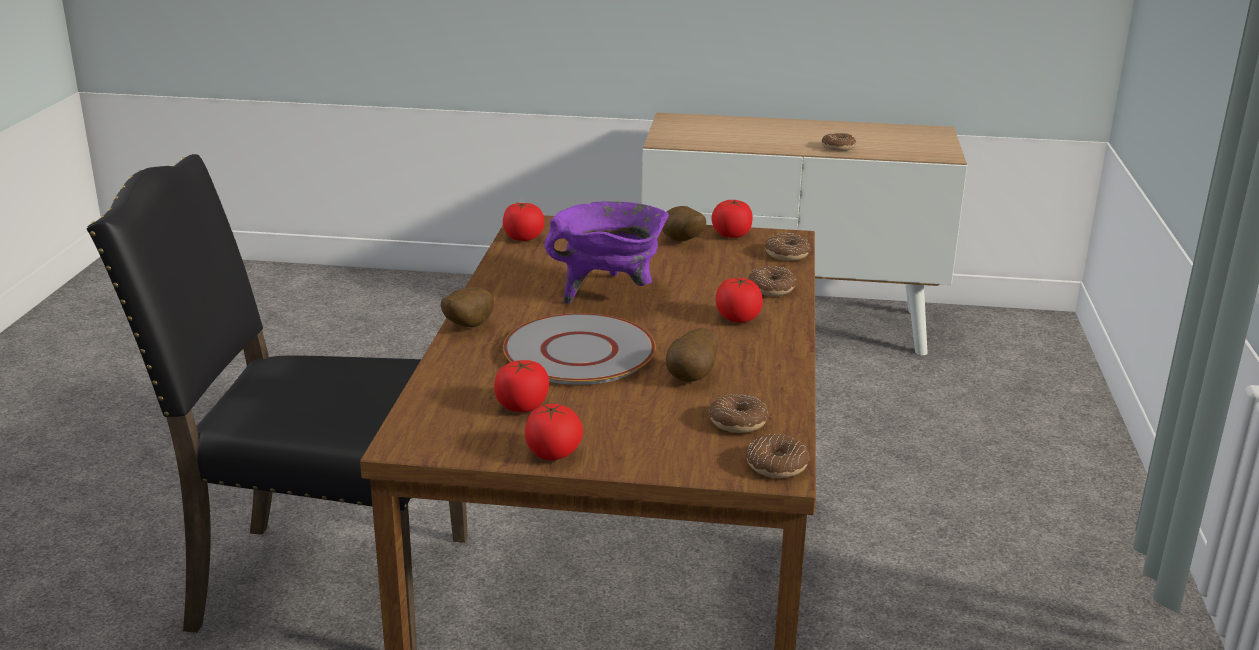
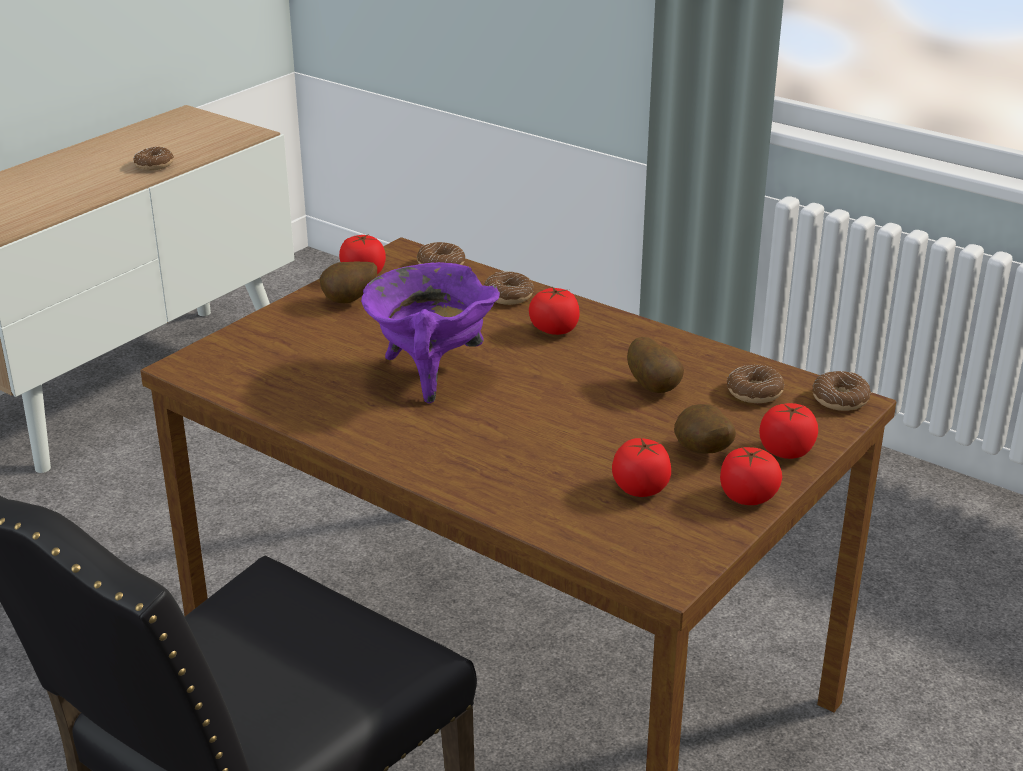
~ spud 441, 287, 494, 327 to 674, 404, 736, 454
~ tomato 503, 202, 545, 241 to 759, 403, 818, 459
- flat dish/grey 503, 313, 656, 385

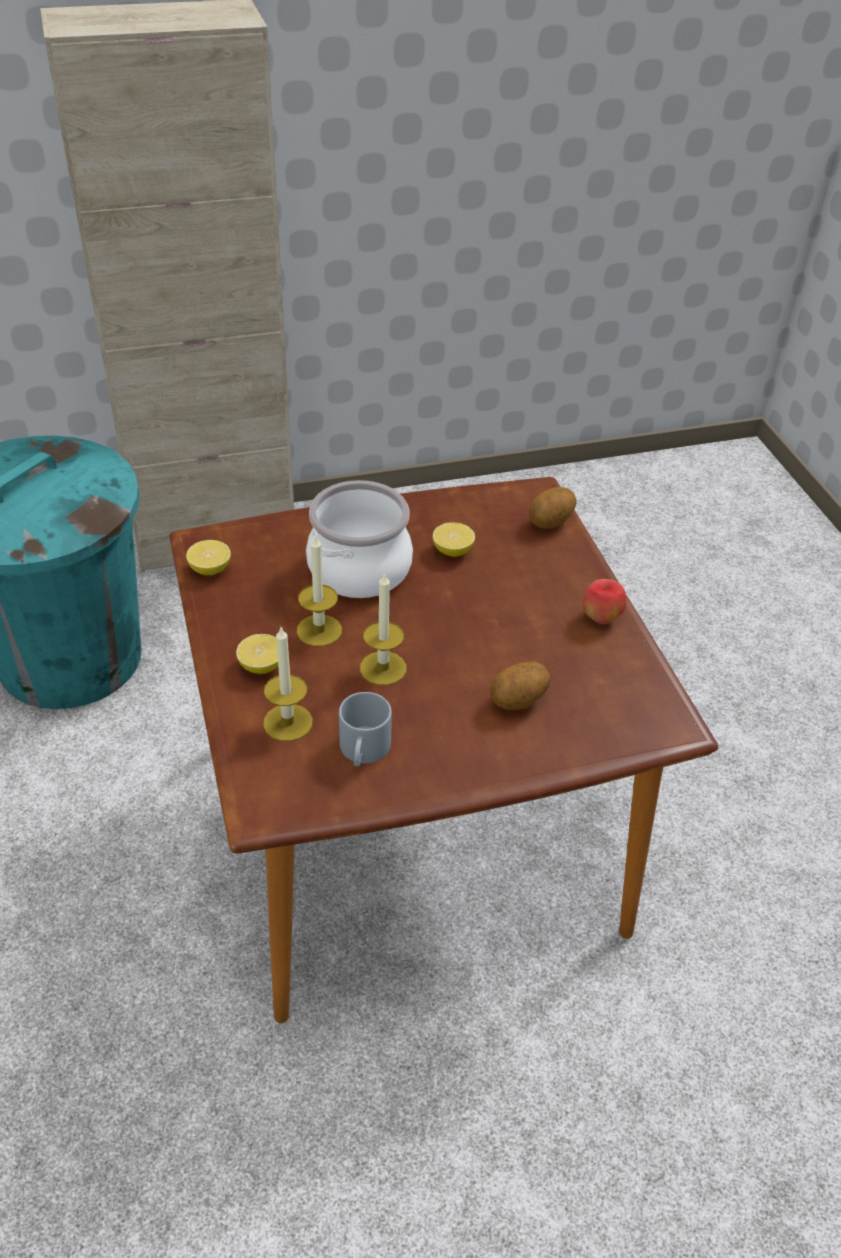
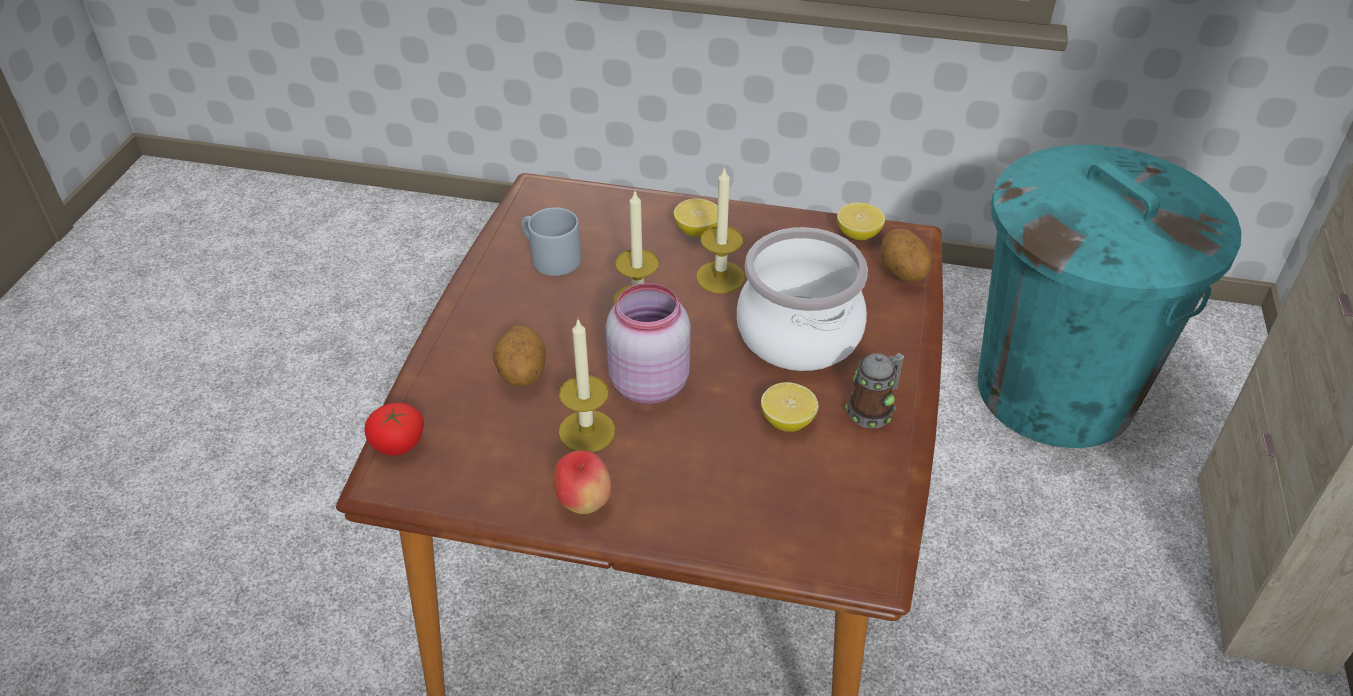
+ tomato 364, 403, 424, 456
~ candle 263, 627, 313, 741 to 559, 318, 615, 452
+ jar/pink-coloured 606, 283, 691, 404
+ tea mug 845, 353, 904, 428
~ spud 529, 486, 577, 529 to 881, 229, 931, 282

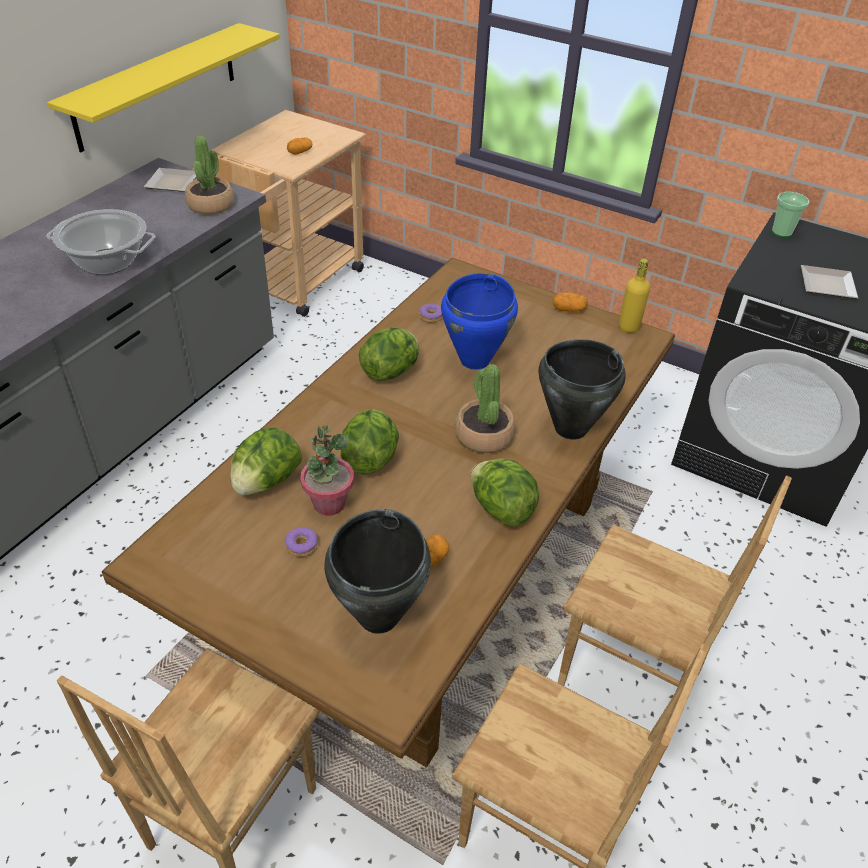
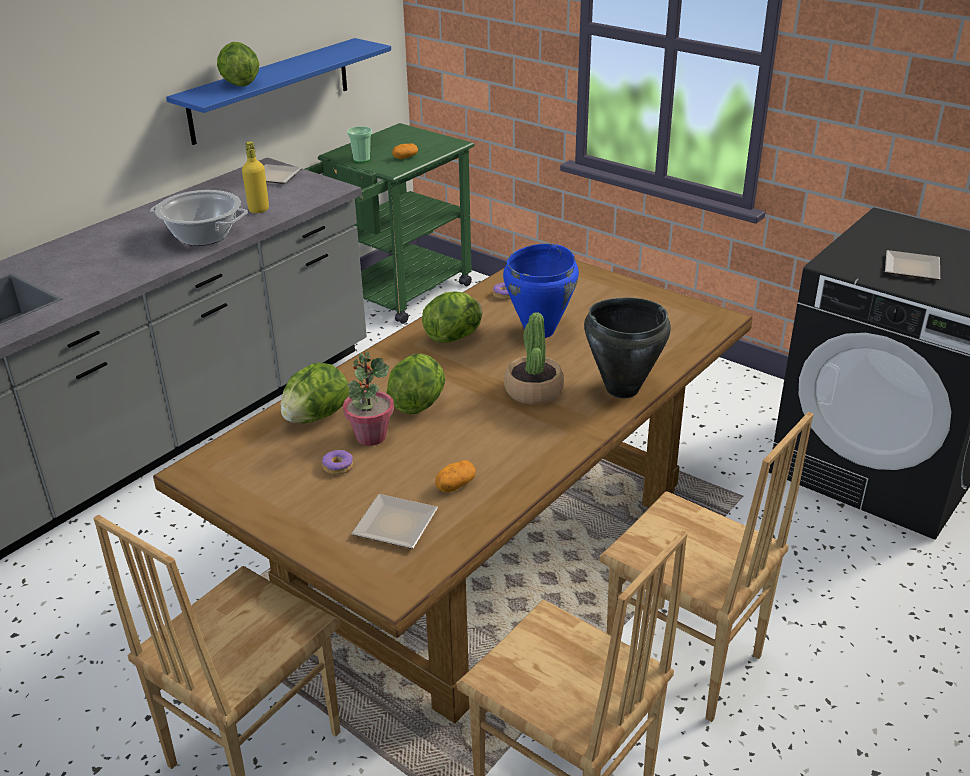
~ bracket shelf/yellow 47, 23, 280, 152 to bracket shelf/blue-coloured 166, 38, 391, 145
~ lettuce head 471, 459, 539, 527 to 217, 42, 259, 87
~ drink bottle/yellow 619, 259, 650, 333 to 242, 141, 269, 213
~ trolley/beige 193, 110, 366, 317 to trolley/green-coloured 305, 123, 474, 324
~ drinking cup 772, 192, 809, 237 to 347, 126, 372, 163
~ saucepot/black-coloured 324, 509, 431, 634 to flat dish 351, 494, 438, 549
- potted plant 185, 136, 234, 215
- spud 553, 292, 588, 312

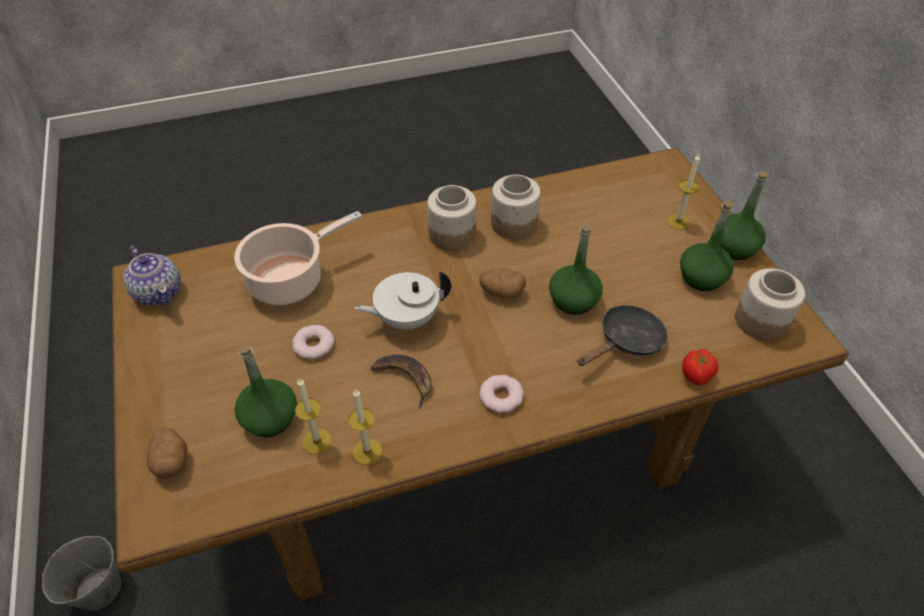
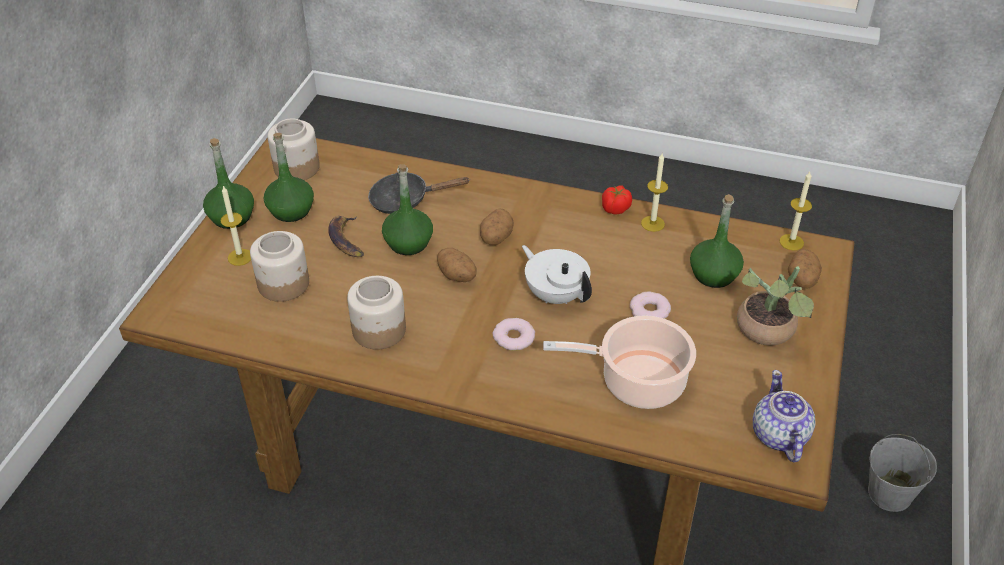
~ jar 427, 185, 476, 251 to 250, 231, 309, 302
~ banana fruit 370, 355, 432, 410 to 328, 216, 364, 257
+ spud 480, 209, 514, 245
~ doughnut 479, 375, 524, 413 to 493, 318, 535, 351
~ pot for tea/whitish 355, 271, 451, 330 = 522, 245, 592, 304 150 degrees counterclockwise
~ tomato 682, 349, 719, 385 to 602, 185, 632, 214
+ potted plant 737, 266, 814, 346
~ candle 295, 378, 332, 454 to 780, 172, 812, 251

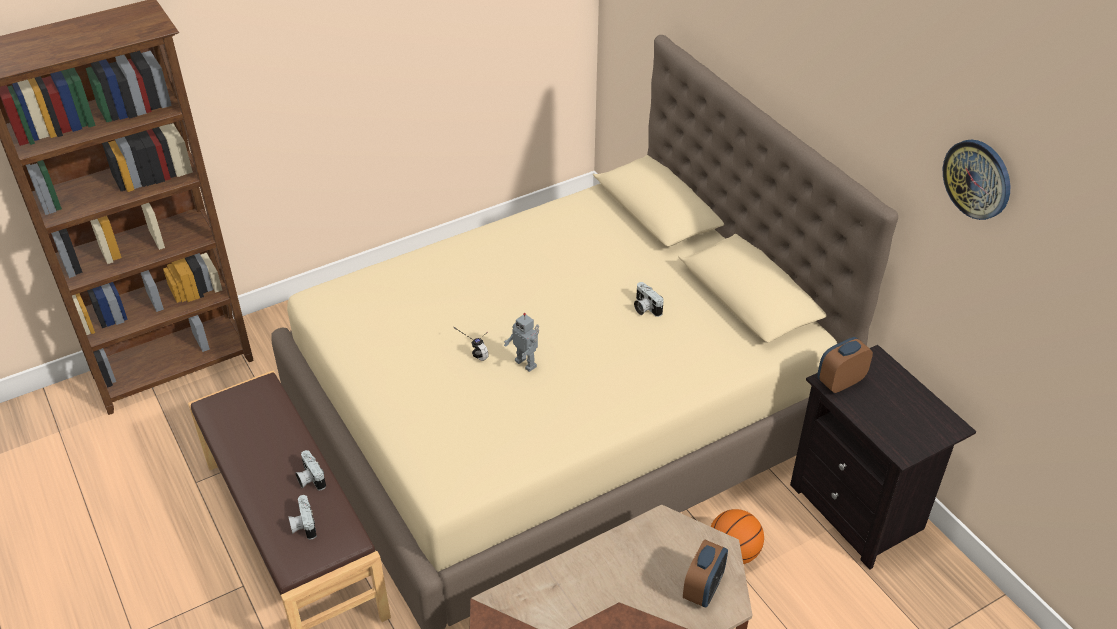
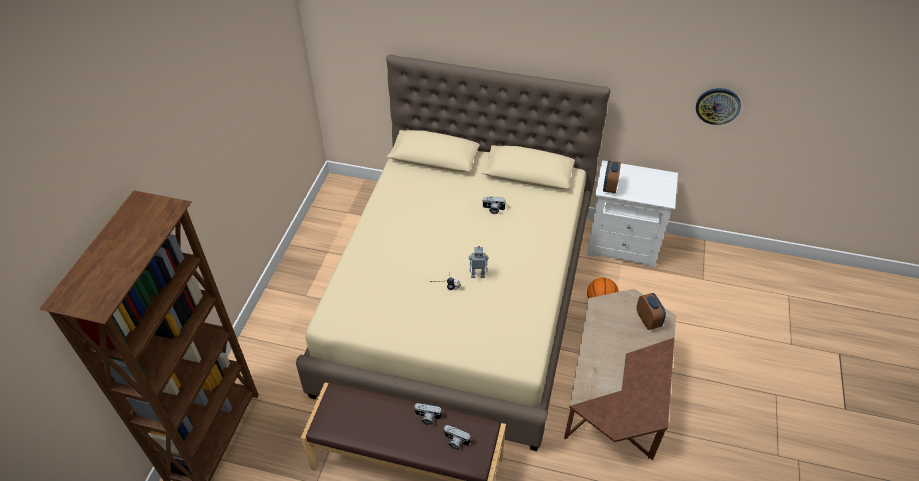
~ night table/black-coloured 790, 345, 977, 570 to night table/whitish 587, 160, 678, 268
~ clock on the wall 943, 139, 1010, 220 to 696, 88, 741, 125

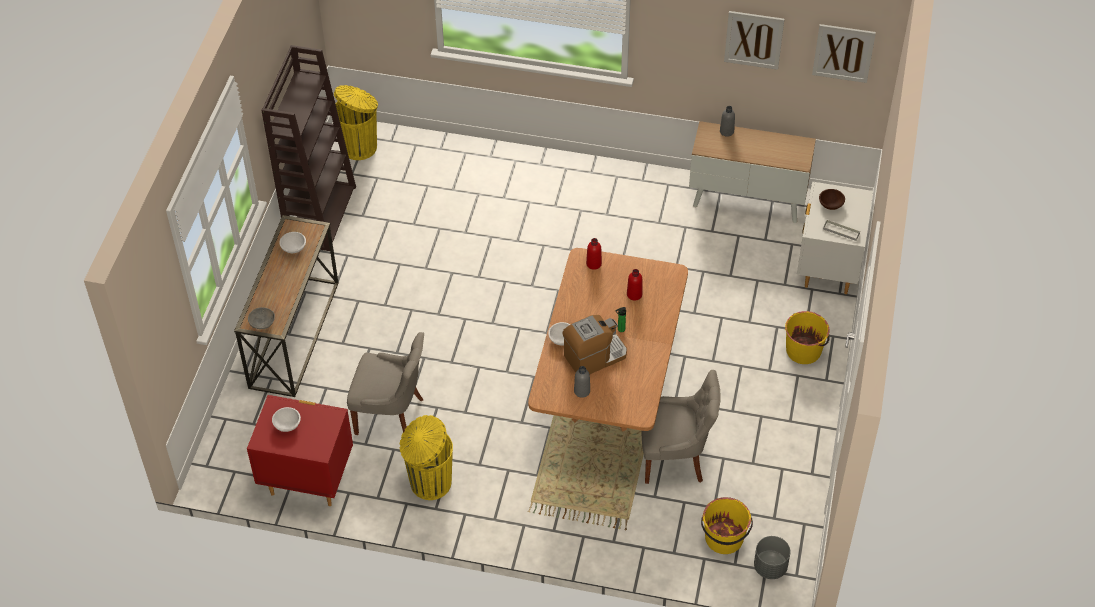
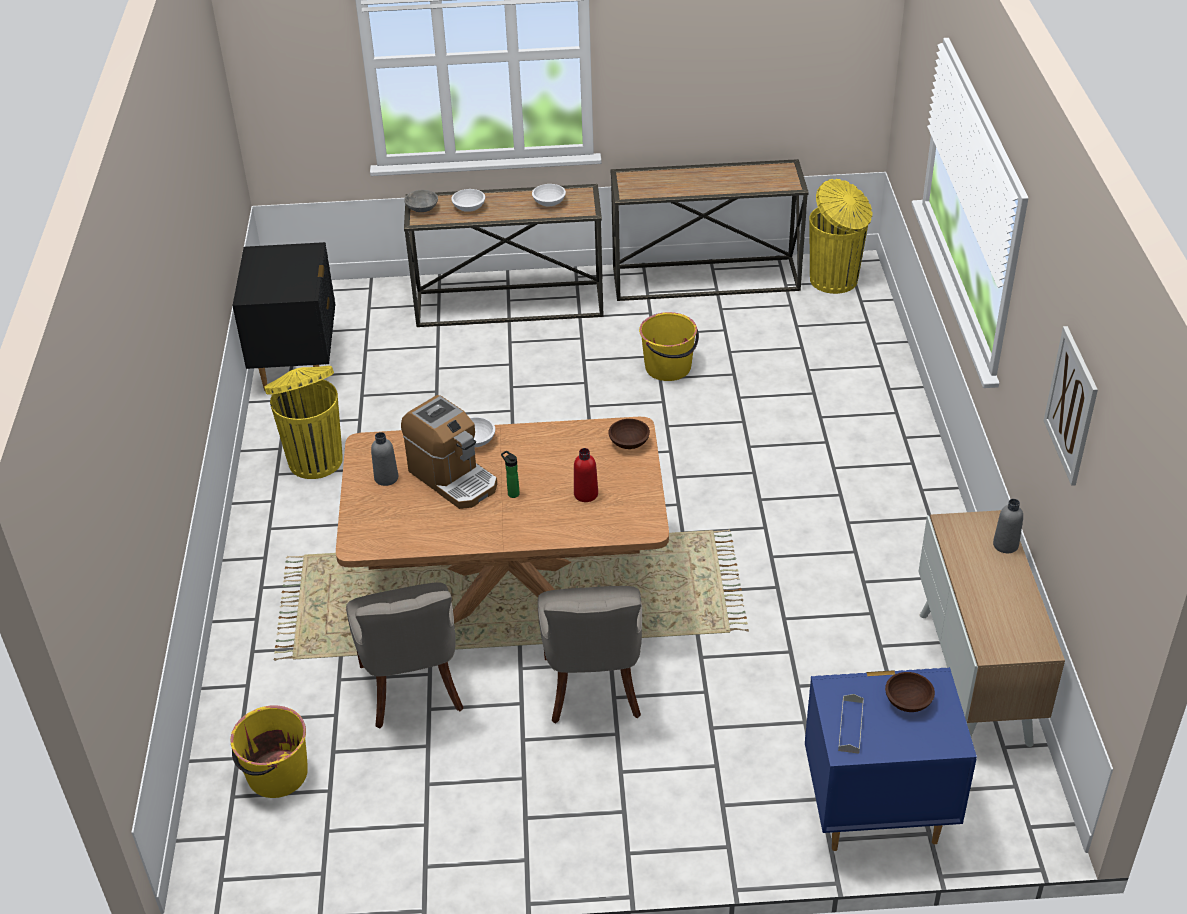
~ night table/red 247, 395, 353, 506 to night table/black-coloured 232, 242, 335, 391
~ deep dish/whitish 272, 407, 301, 432 to 451, 189, 485, 212
~ chair/grey 347, 332, 424, 435 to 538, 586, 642, 723
~ drink bottle/red 586, 238, 602, 270 to deep dish/brown-coloured 608, 419, 650, 449
~ bookcase/brown-coloured 261, 45, 356, 251 to hall table 610, 159, 809, 301
~ bucket/yellow 785, 311, 830, 364 to 639, 312, 699, 381
~ night table/whitish 797, 182, 873, 294 to night table/blue-coloured 805, 667, 977, 851
- plant pot/grey 754, 536, 791, 579
- picture 812, 24, 876, 83

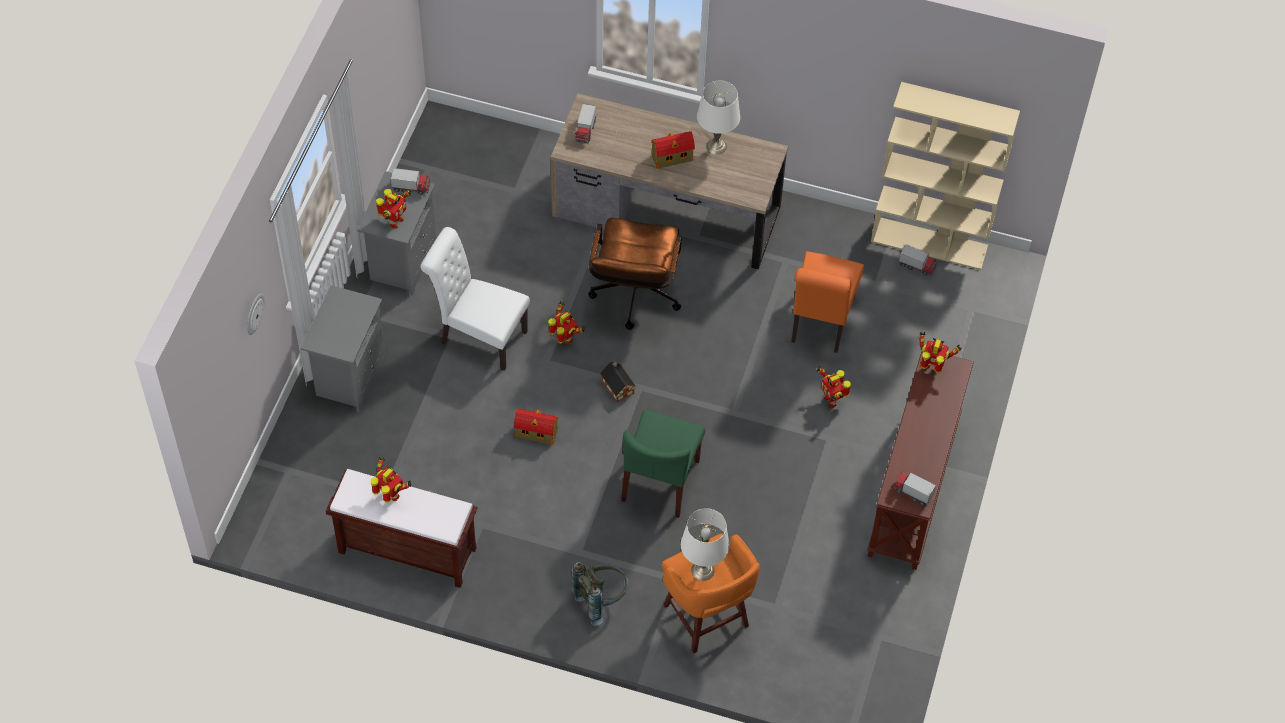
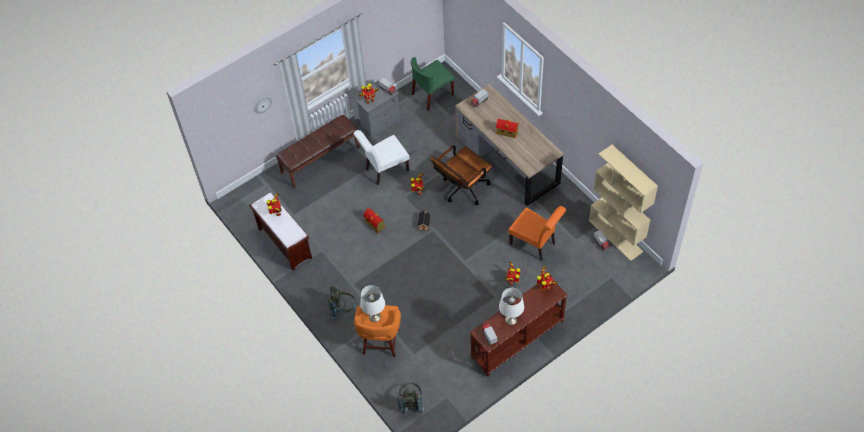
~ night table/grey 301, 285, 386, 413 to bench/brown-coloured 276, 115, 360, 188
~ chair/whitish 420, 227, 530, 371 = 354, 130, 410, 186 90 degrees counterclockwise
+ knapsack/grey 397, 382, 424, 413
~ chair/green-coloured 621, 410, 705, 518 to 411, 57, 455, 111
~ lamp for a table/whitish 697, 81, 740, 155 to 499, 288, 524, 325
~ chair/orange-coloured 791, 251, 864, 353 = 508, 206, 566, 261 105 degrees counterclockwise

